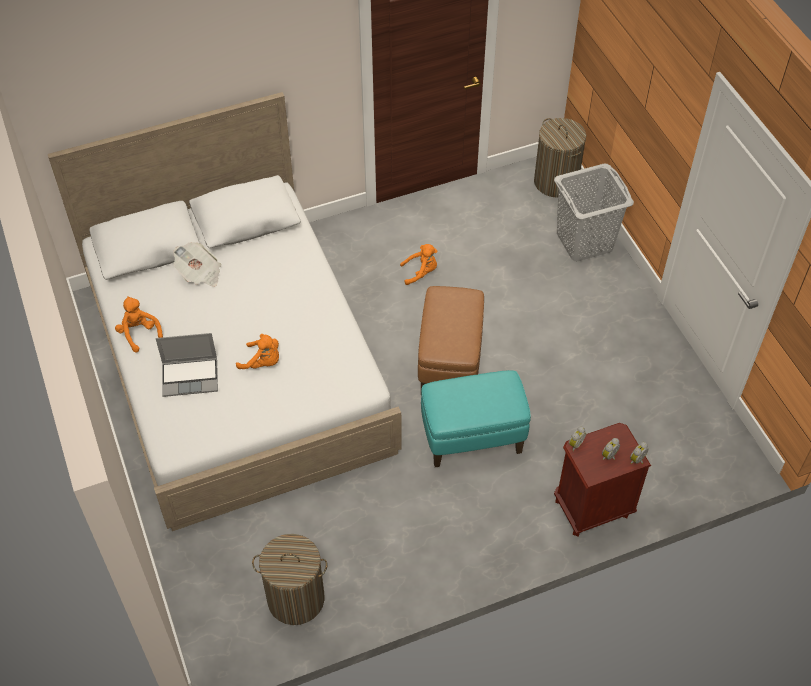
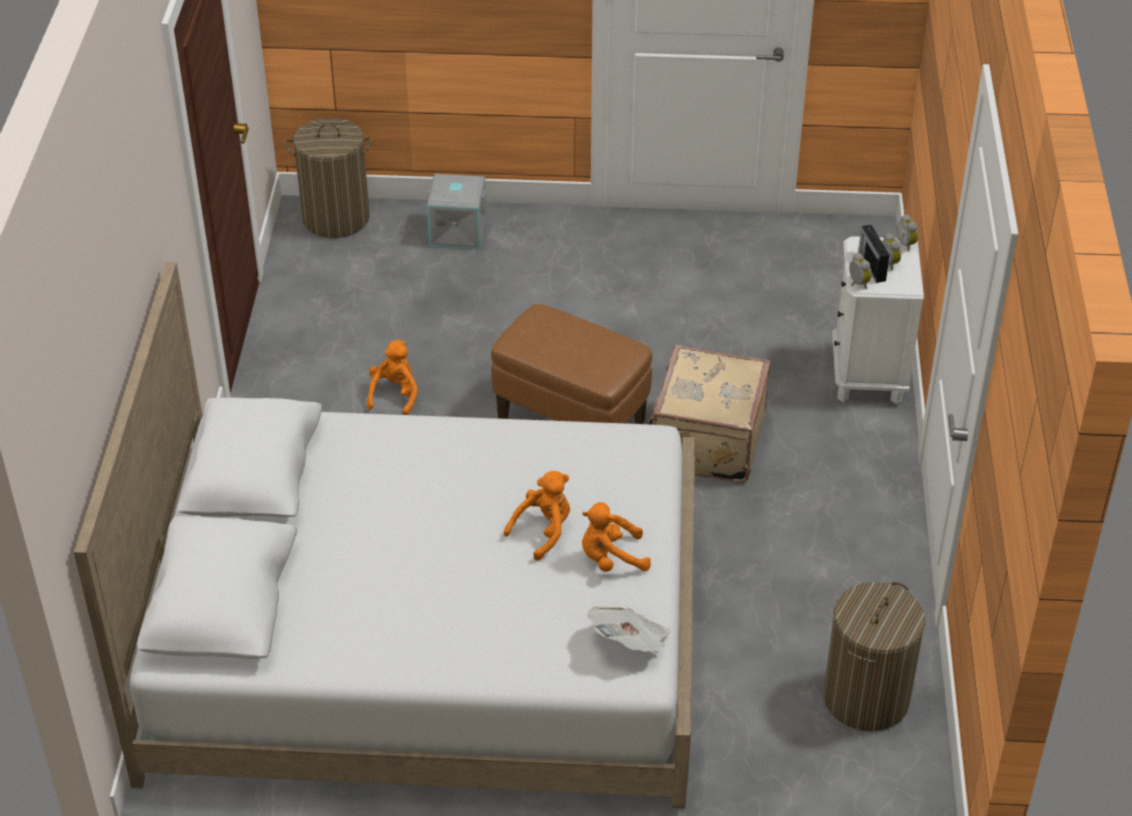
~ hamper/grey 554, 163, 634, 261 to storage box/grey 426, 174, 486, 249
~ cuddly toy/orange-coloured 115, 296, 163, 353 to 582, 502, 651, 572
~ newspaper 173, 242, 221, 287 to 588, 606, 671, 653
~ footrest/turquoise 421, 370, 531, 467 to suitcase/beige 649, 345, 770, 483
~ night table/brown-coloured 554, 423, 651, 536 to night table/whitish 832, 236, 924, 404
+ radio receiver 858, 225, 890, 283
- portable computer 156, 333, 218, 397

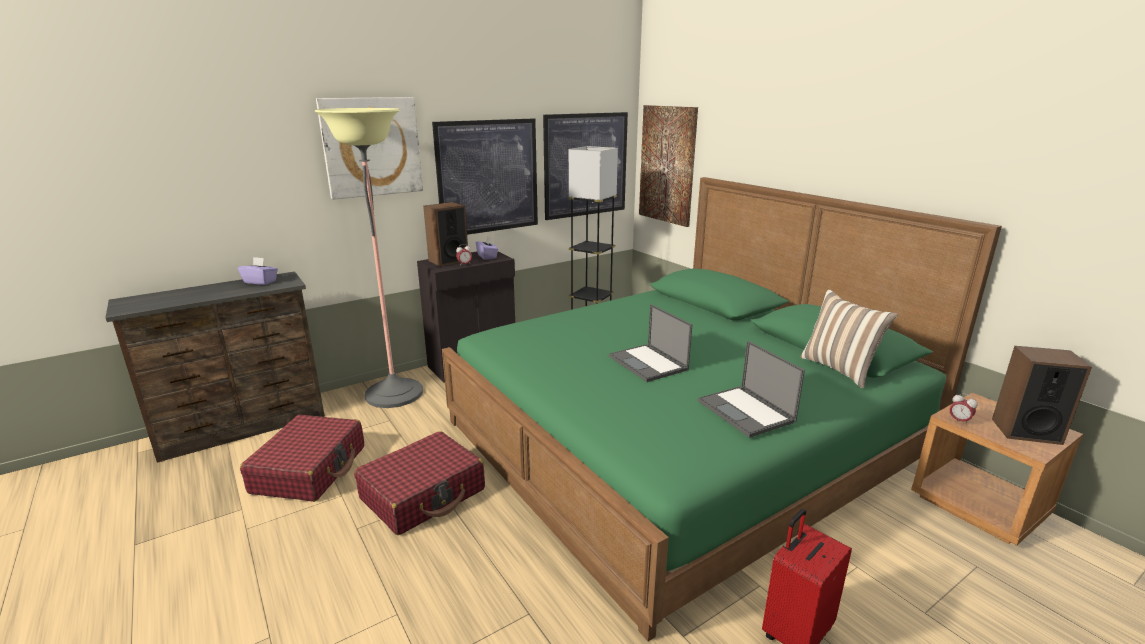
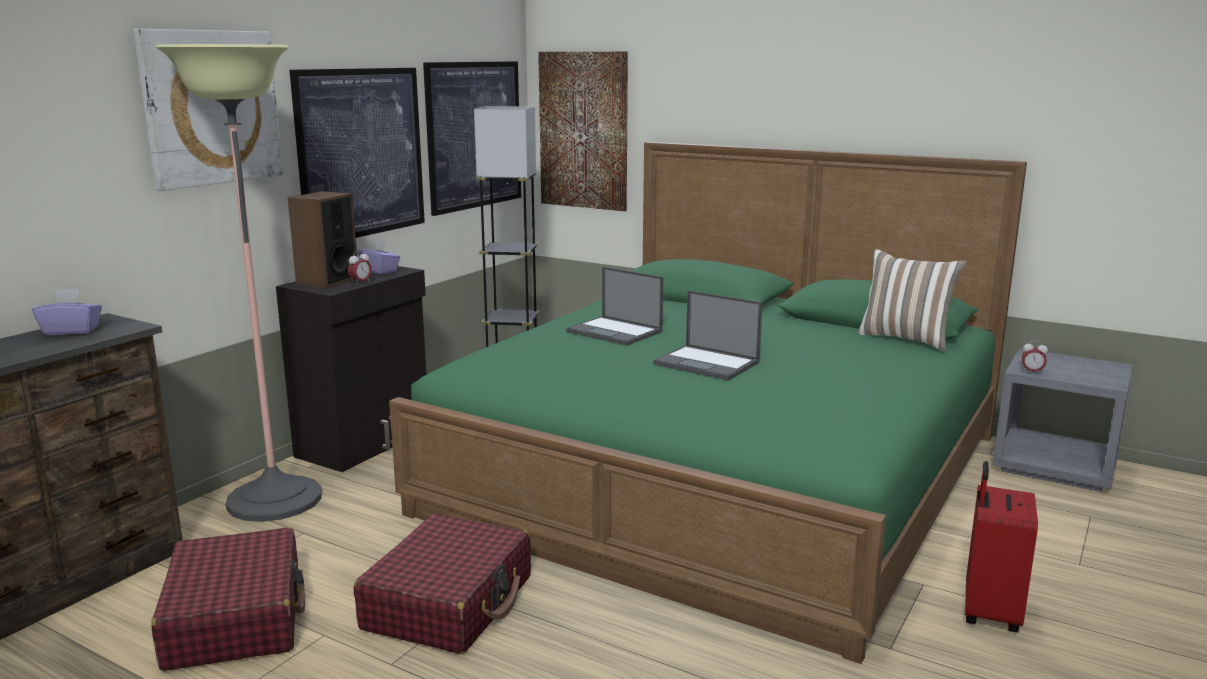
~ portable computer 698, 341, 805, 438 to 566, 267, 664, 346
~ night table/brown-coloured 911, 393, 1083, 546 to night table/grey 992, 348, 1133, 492
- loudspeaker 992, 346, 1092, 445

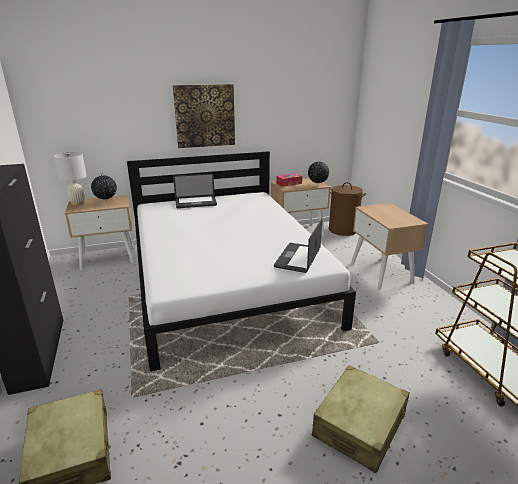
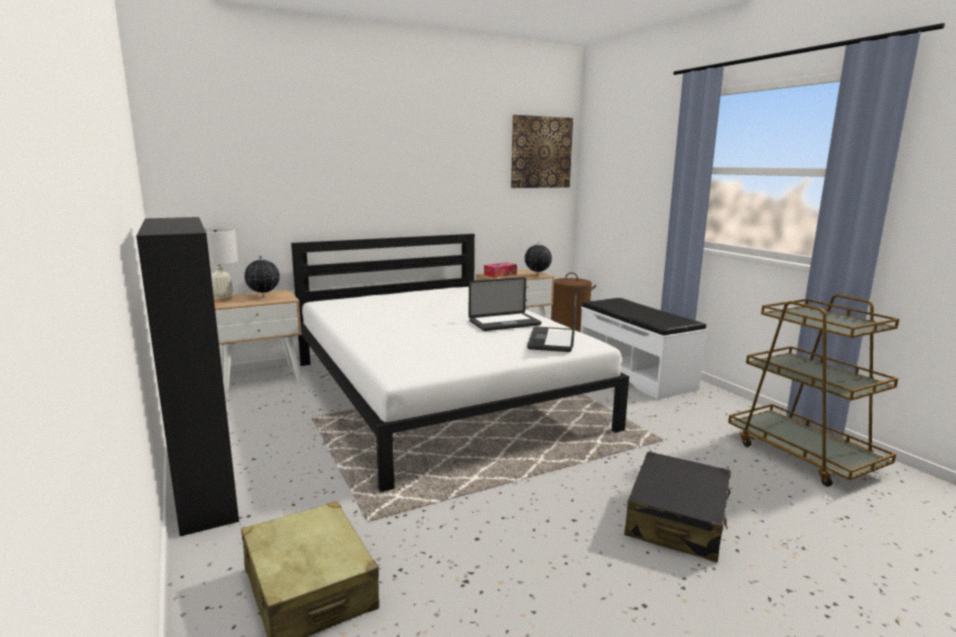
~ portable computer 173, 173, 217, 208 to 469, 277, 542, 331
~ picture 173, 84, 235, 148 to 511, 115, 573, 188
~ night table/beige 351, 203, 428, 289 to bench/whitish 581, 298, 706, 400
~ suitcase/beige 312, 365, 409, 473 to suitcase/black-coloured 624, 451, 731, 563

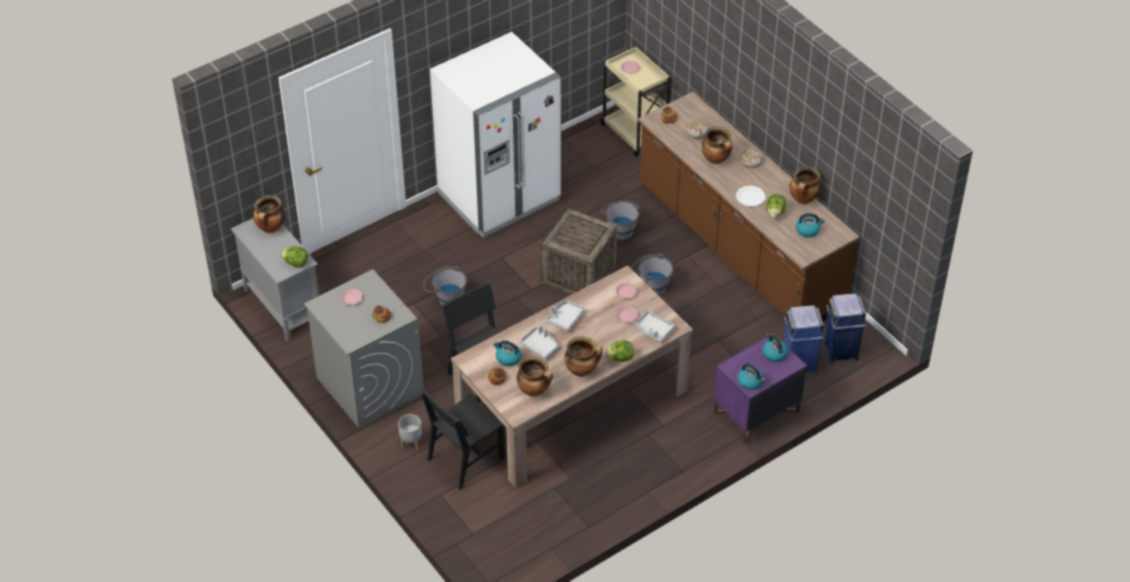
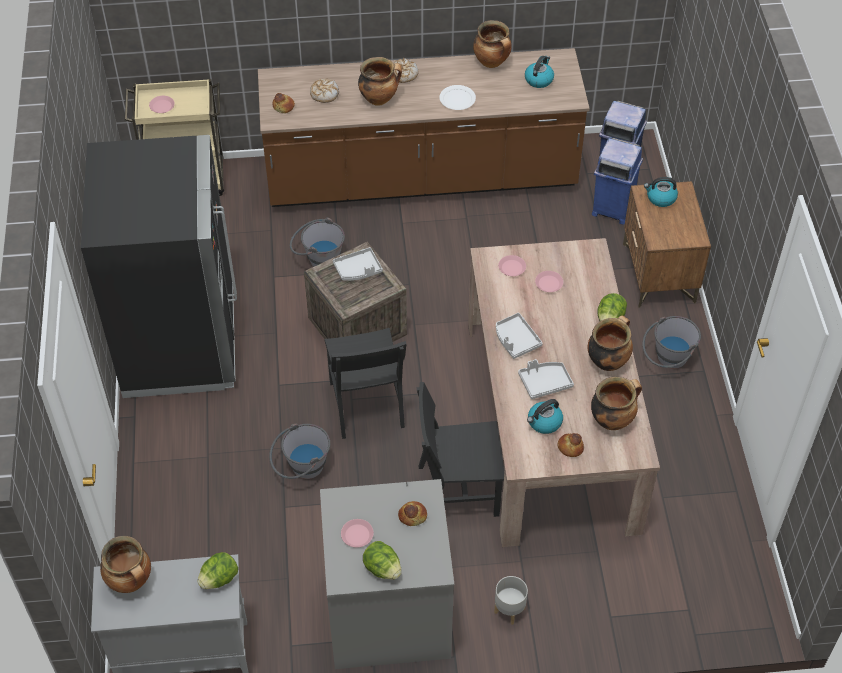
~ kitchen fridge/whitish 430, 32, 561, 238 to kitchen fridge/black-coloured 81, 135, 237, 398
~ chair/black-coloured 421, 387, 504, 489 to 324, 328, 407, 439
~ serving tray/grey 636, 310, 675, 343 to 333, 247, 383, 281
~ lettuce head 766, 194, 786, 219 to 363, 541, 402, 580
~ night table/purplish 714, 334, 807, 444 to night table/brown-coloured 623, 181, 711, 308
~ bucket/grey 630, 253, 674, 296 to 642, 316, 701, 369
- kettle 738, 363, 765, 390

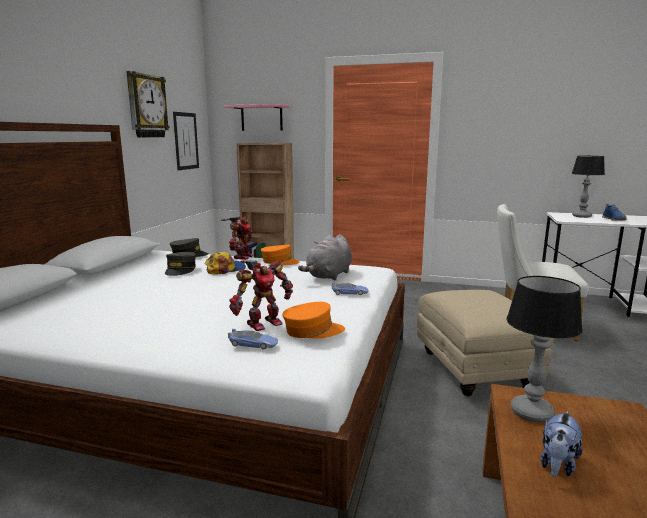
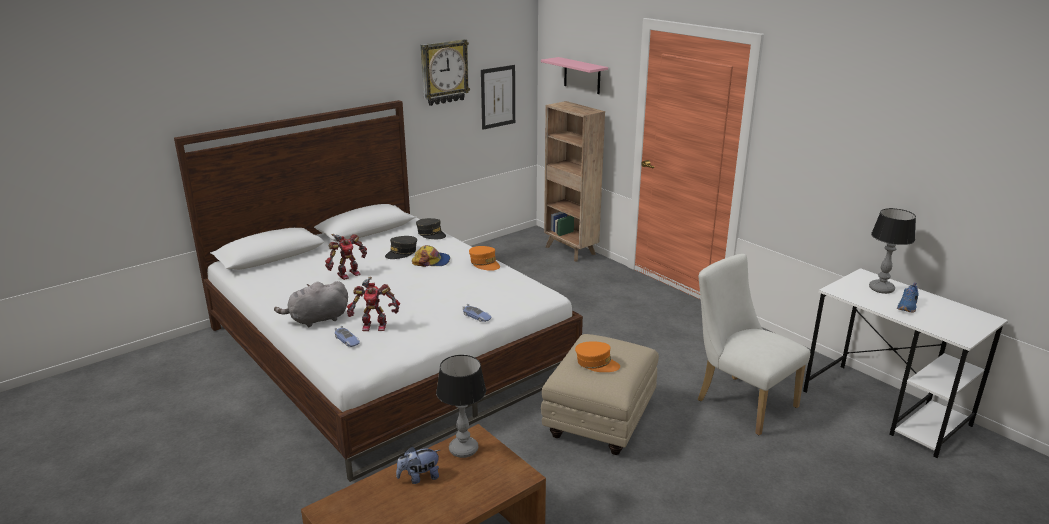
~ cuddly toy/grey 298, 234, 352, 280 to 274, 281, 348, 327
~ model robot 221, 216, 253, 260 to 325, 234, 367, 280
~ cap/orange-coloured 282, 302, 345, 339 to 575, 341, 620, 372

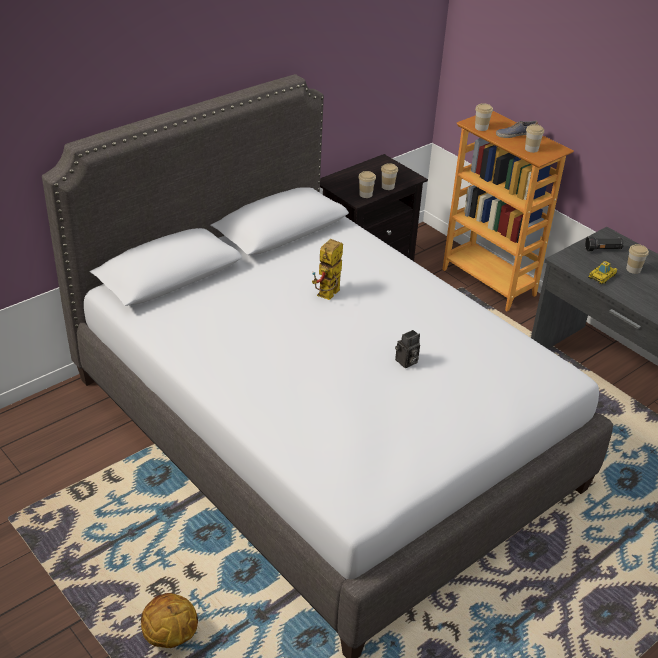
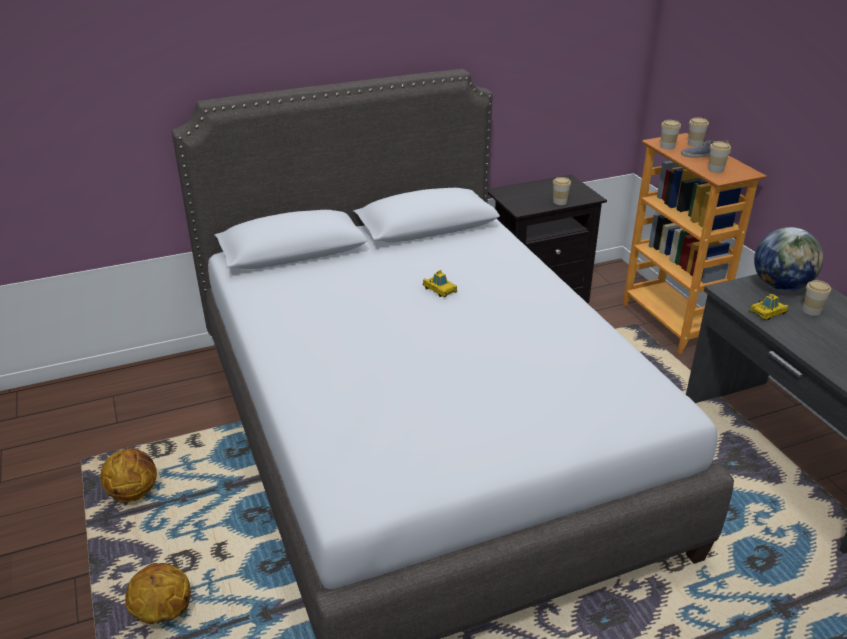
+ basketball 100, 448, 157, 502
~ model robot 312, 239, 343, 300 to toy car 423, 270, 457, 297
~ drinking cup 358, 171, 376, 198 to 688, 117, 709, 147
~ torch/black-coloured 585, 236, 624, 251 to world globe 754, 227, 823, 291
- still camera 395, 330, 420, 368

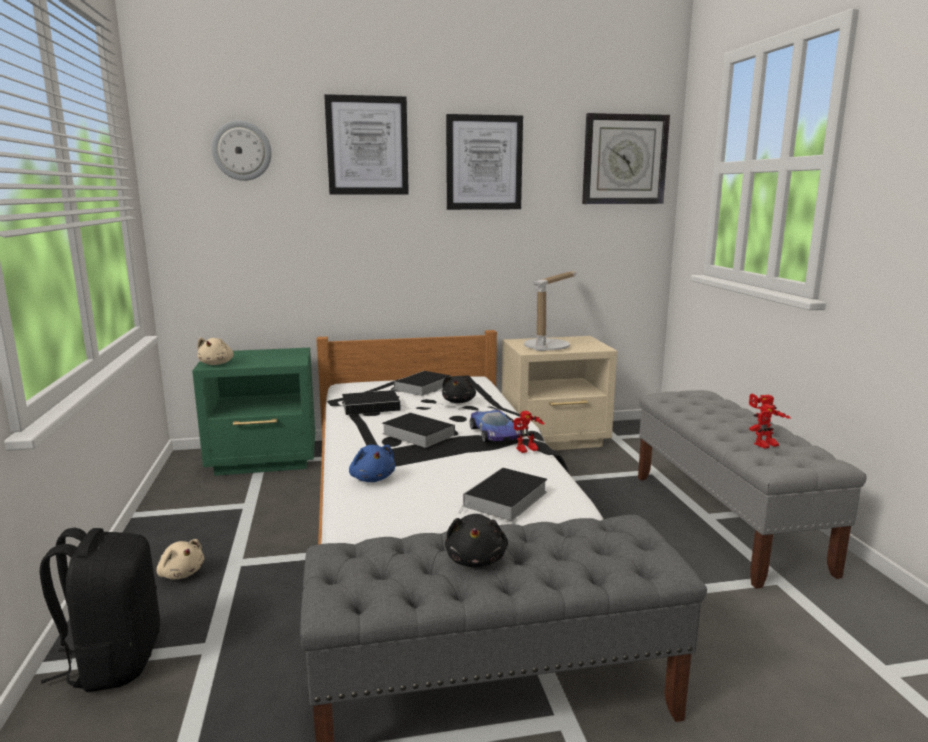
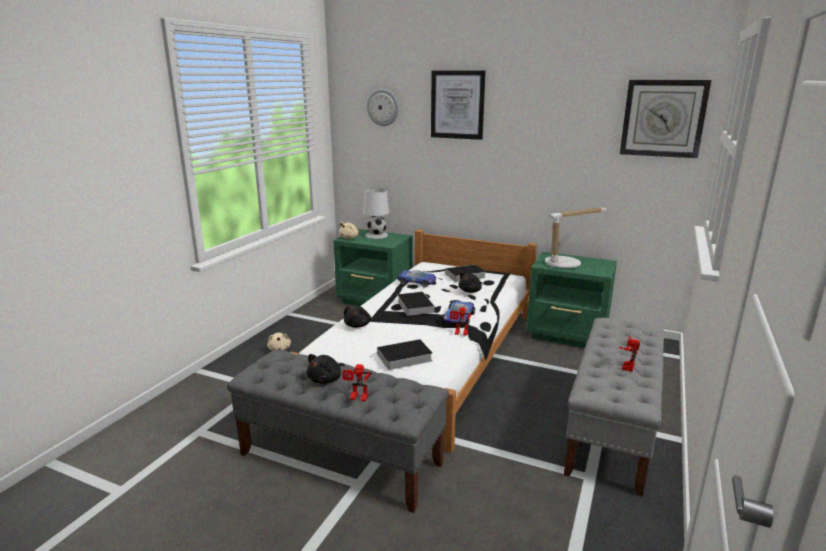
~ model robot 754, 404, 791, 449 to 342, 364, 372, 401
~ cuddly toy/blue-coloured 349, 445, 395, 482 to cuddly toy/black-coloured 344, 306, 371, 328
+ lamp for a table/whitish 363, 188, 390, 239
~ volume 342, 390, 410, 415 to toy car 397, 270, 436, 288
~ night table/beige 502, 336, 617, 450 to night table/green-coloured 526, 252, 617, 348
- knapsack/black-coloured 40, 528, 160, 692
- picture 446, 114, 523, 210

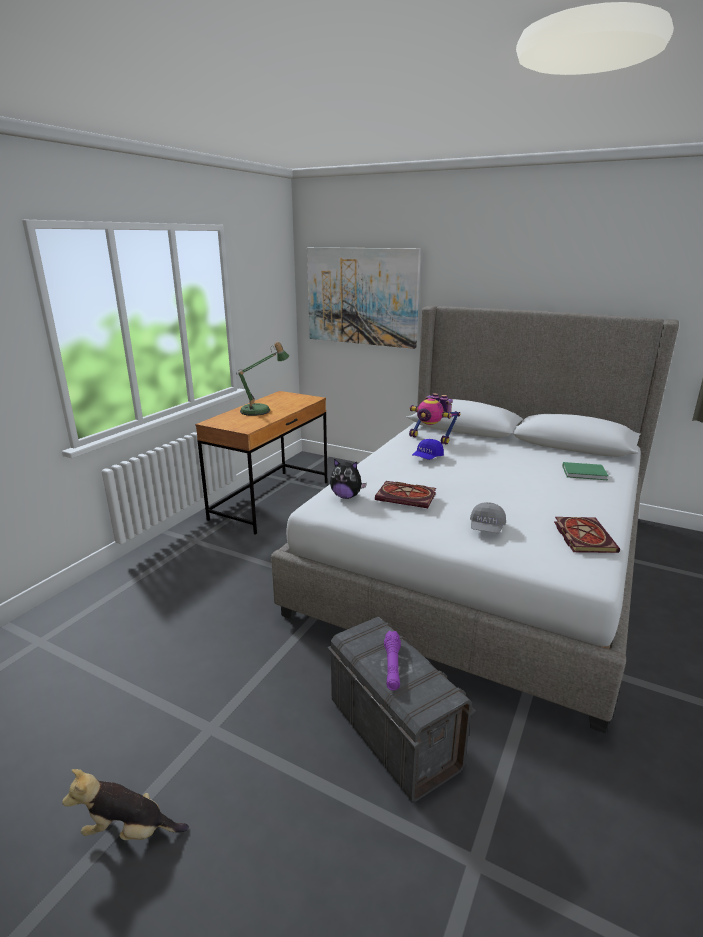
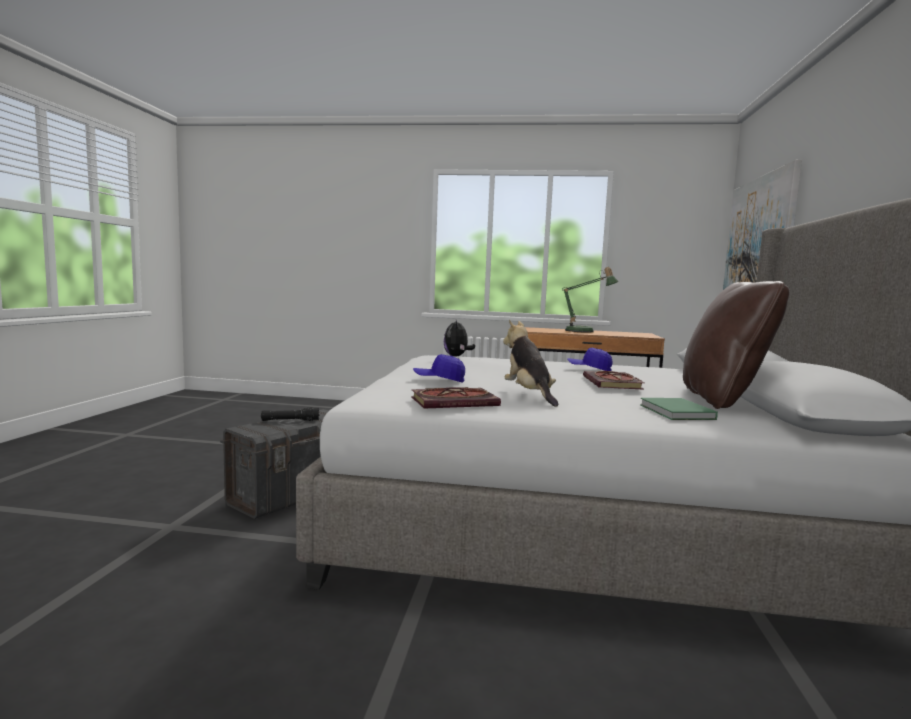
~ torch/purplish 384, 631, 401, 690 to torch/black-coloured 261, 407, 319, 421
~ cap/grey 470, 502, 506, 533 to cap/blue-coloured 413, 354, 465, 383
~ cuddly toy 62, 769, 189, 840 to 503, 319, 558, 407
~ volume 375, 481, 436, 508 to 583, 371, 644, 390
+ throw pillow/brown-coloured 683, 281, 789, 409
- model robot 409, 393, 460, 445

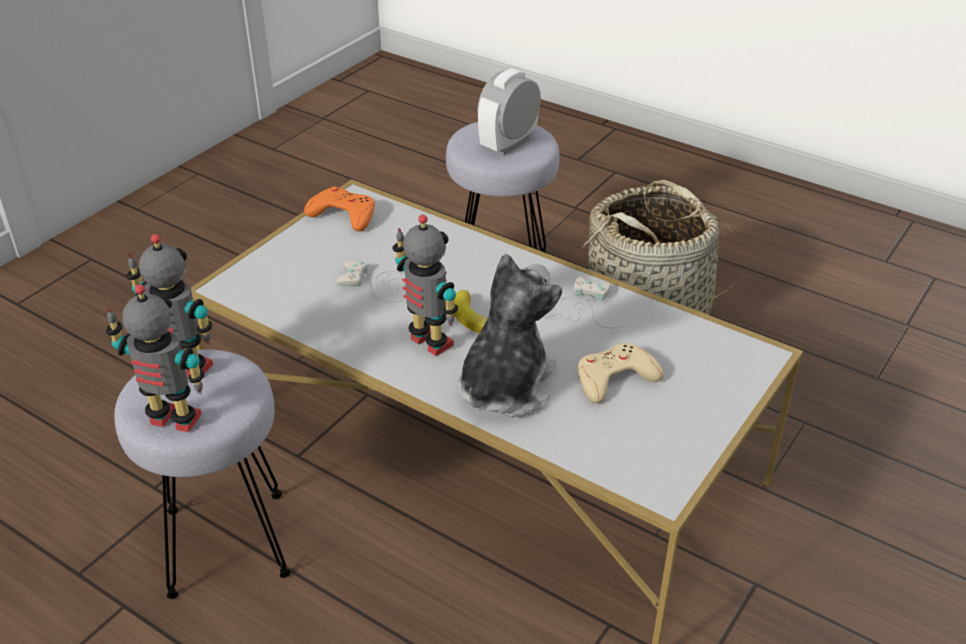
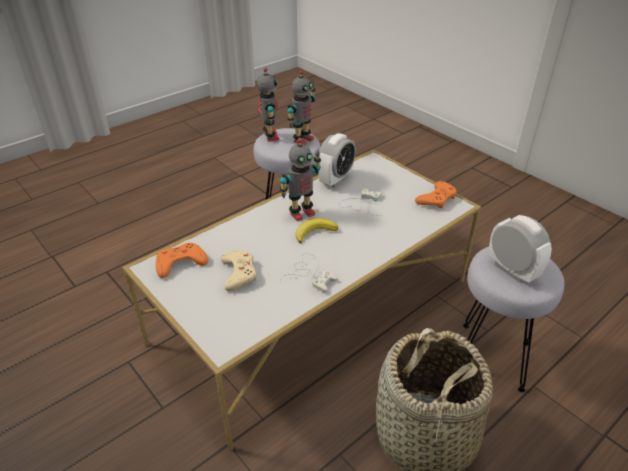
+ game controller/orange-coloured 156, 243, 208, 278
~ model robot 106, 284, 204, 432 = 257, 68, 279, 142 45 degrees counterclockwise
+ bedside clock 318, 133, 356, 188
- cuddly toy 457, 254, 562, 418

